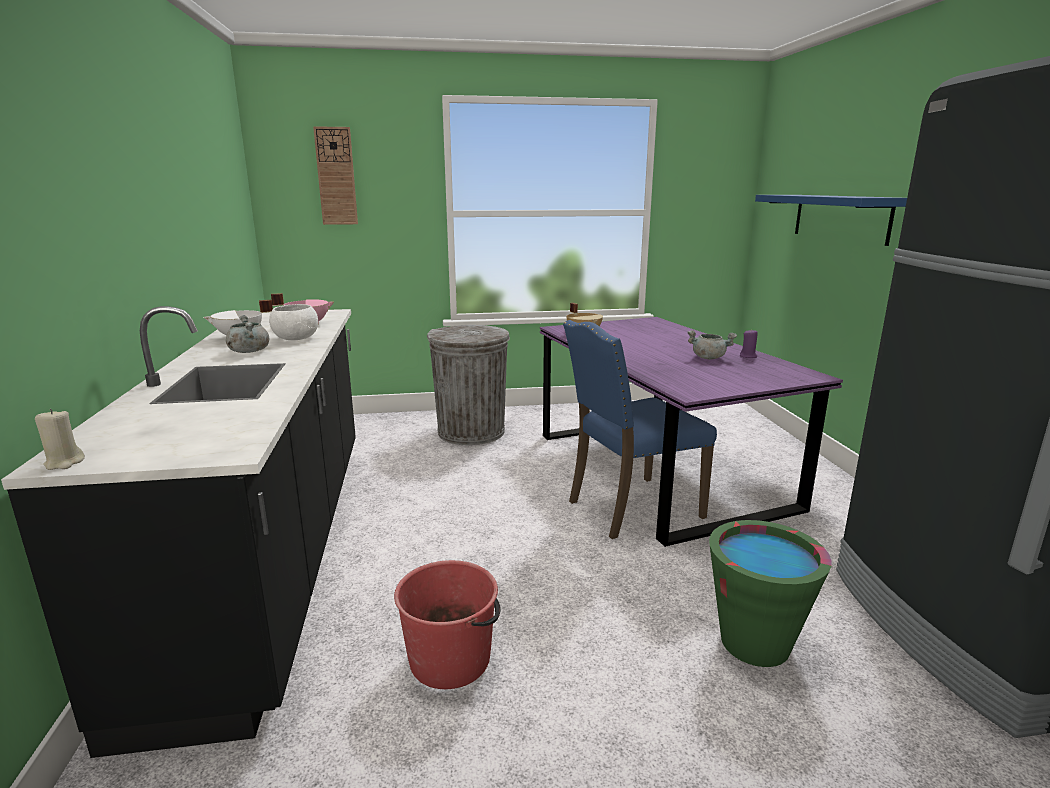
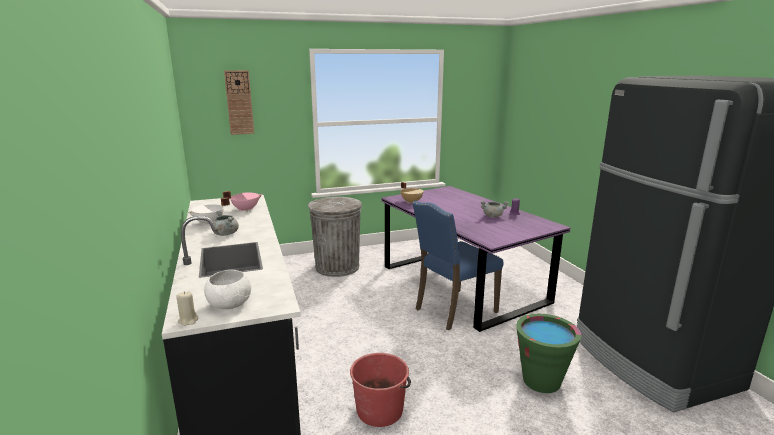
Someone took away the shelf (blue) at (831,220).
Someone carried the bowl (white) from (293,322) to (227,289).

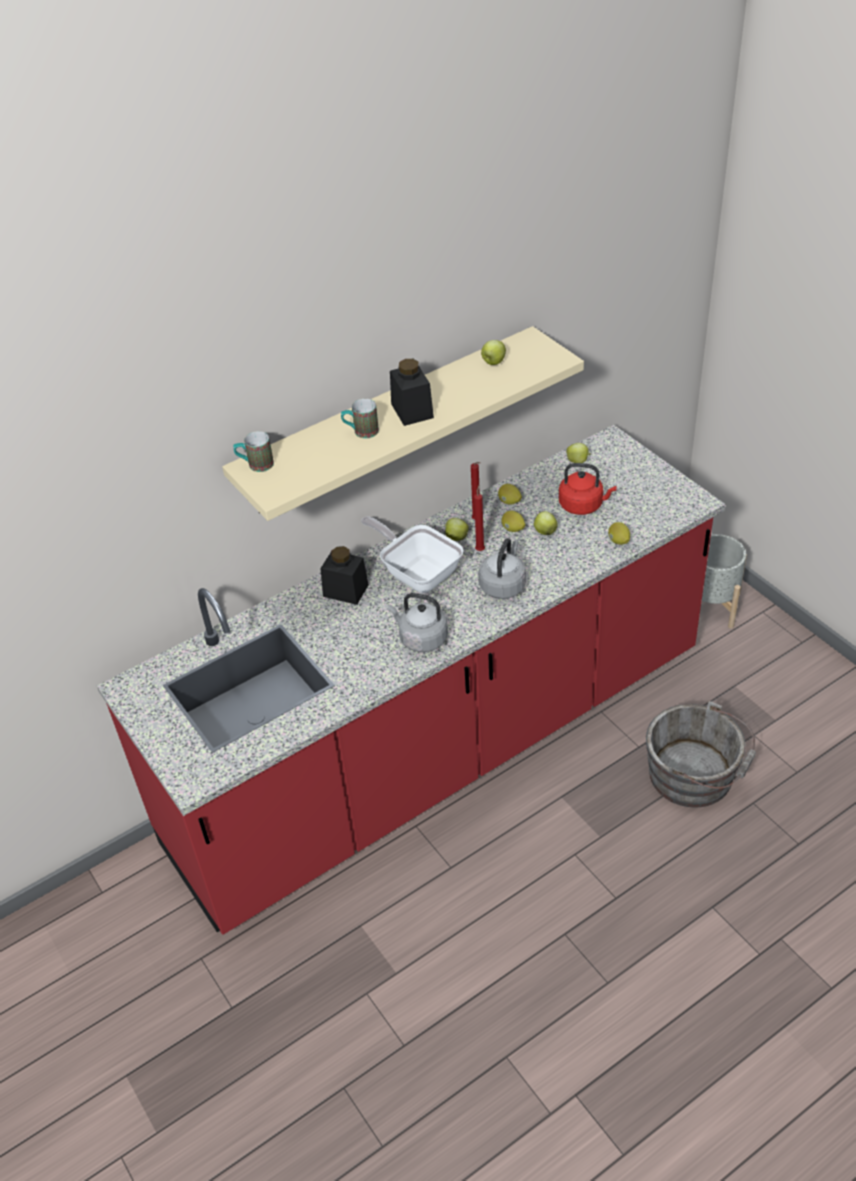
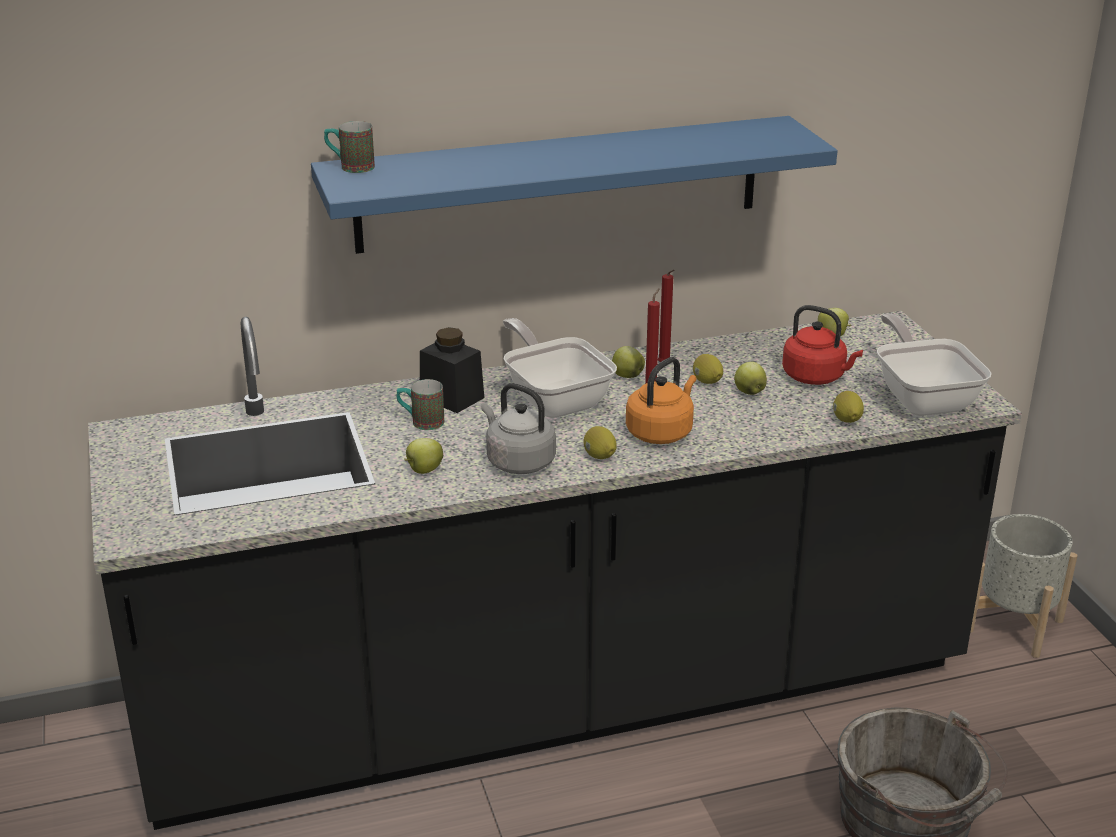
Someone repainted the shelf (beige) at (403,423), which became the shelf (blue) at (574,185).
Someone carried the apple from (493,352) to (423,456).
Someone took away the jar (black) at (412,392).
Someone carried the mug from (360,419) to (420,404).
Someone repainted the counter (red) at (411,679), which became the counter (black) at (555,570).
Someone carried the lemon from (510,494) to (600,442).
Someone repainted the kettle (grey) at (502,568), which became the kettle (orange) at (661,400).
Someone put down the frying pan at (934,364).

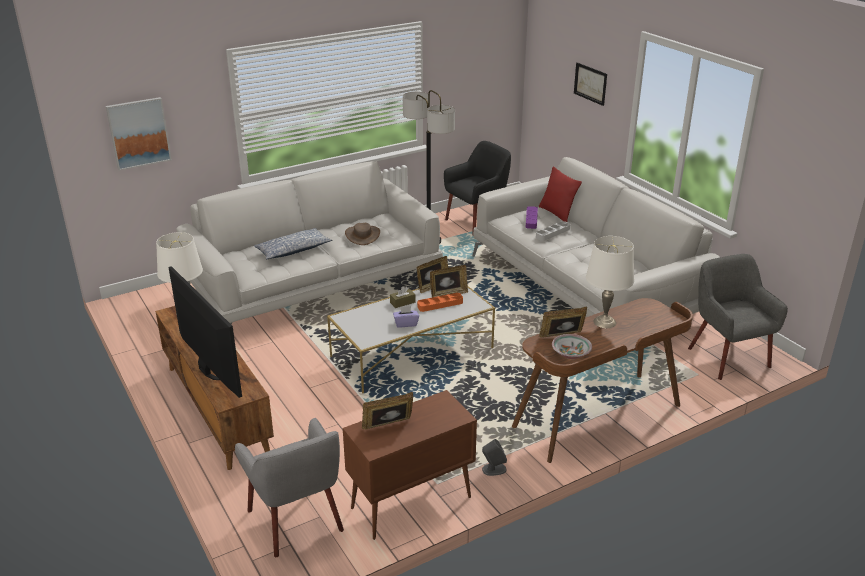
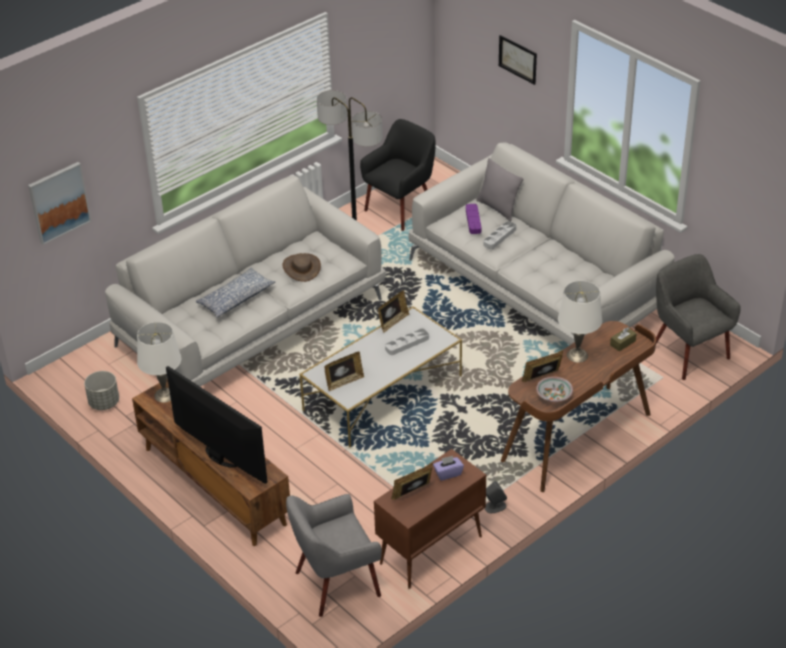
Someone repainted the pillow (red) at (560,194), which became the pillow (grey) at (500,189).
Someone carried the picture frame from (449,281) to (344,371).
Someone carried the tissue box (brown) from (402,297) to (623,339).
Someone repainted the tray (orange) at (440,302), which became the tray (grey) at (407,341).
Someone carried the tissue box (purple) from (406,317) to (448,468).
Someone rotated the armchair (grey) at (289,487) by 105 degrees clockwise.
Someone put down the planter (grey) at (101,390).

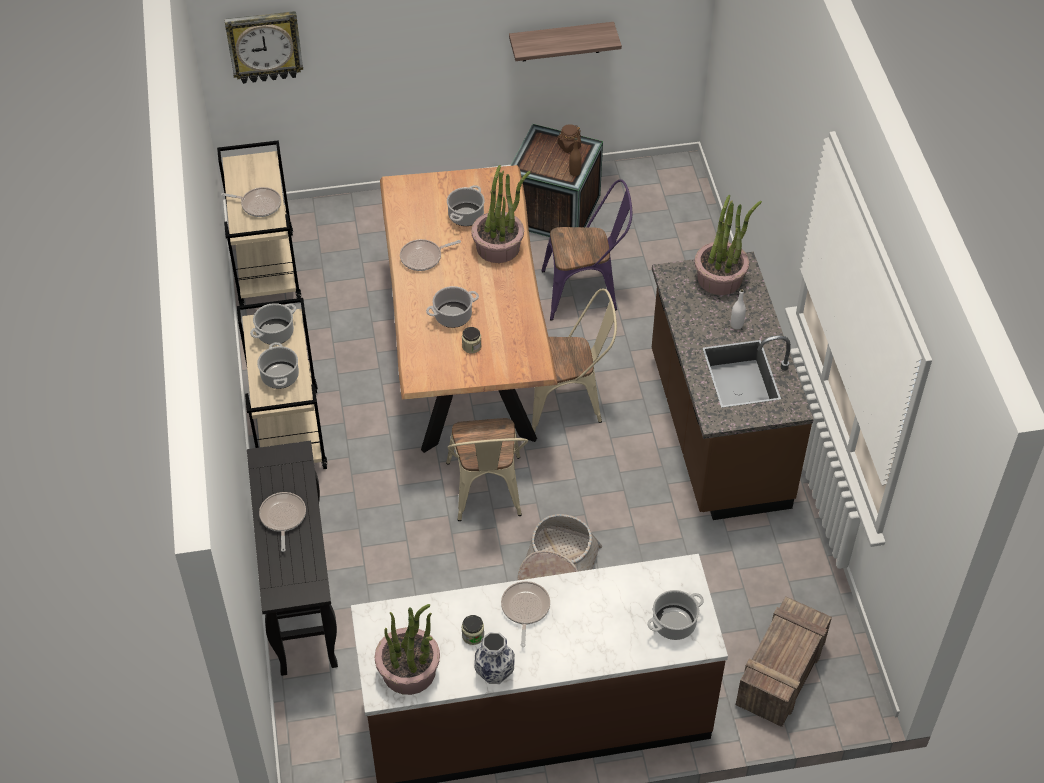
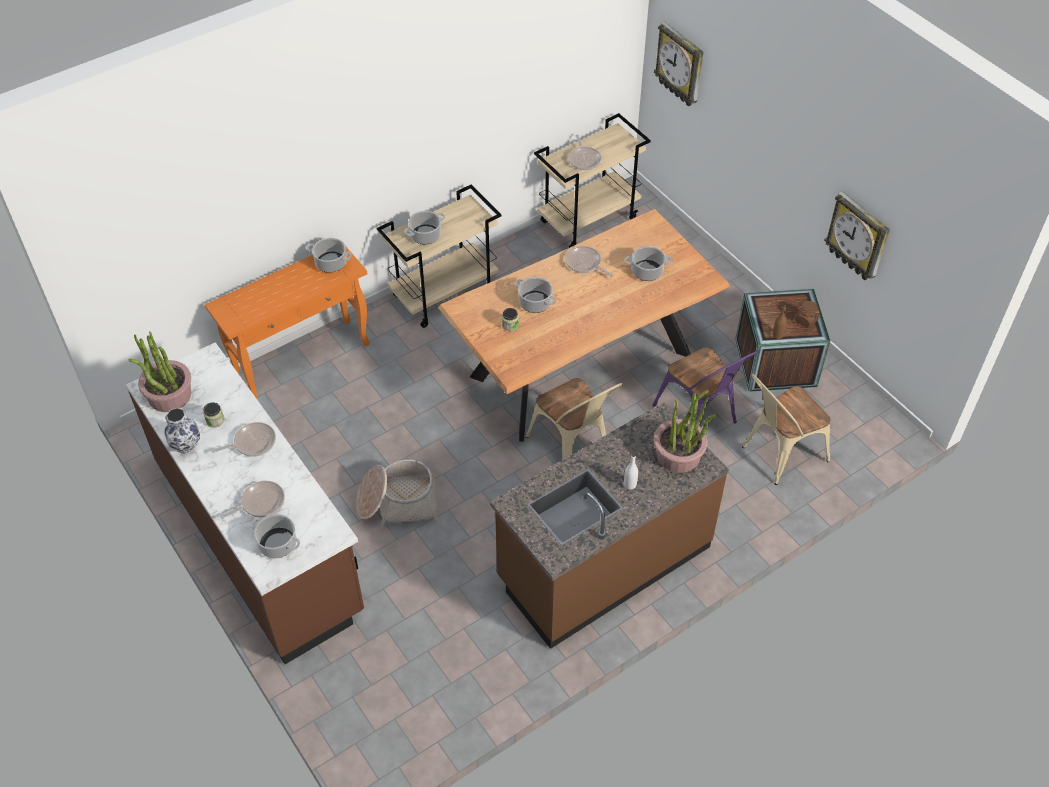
Someone swapped the shelf at (565,42) for the wall clock at (857,236).
Someone took away the potted plant at (501,214).
Someone carried the cooking pot from (273,324) to (329,255).
Someone carried the chair (beige) from (487,469) to (786,429).
Someone repainted the console table (black) at (292,558), which became the console table (orange) at (287,323).
Someone carried the frying pan from (282,522) to (252,500).
Someone took away the crate at (784,661).

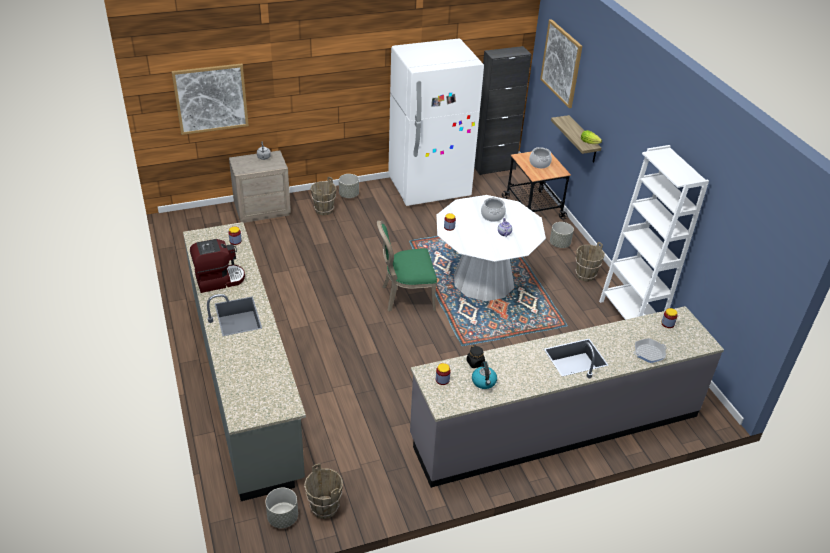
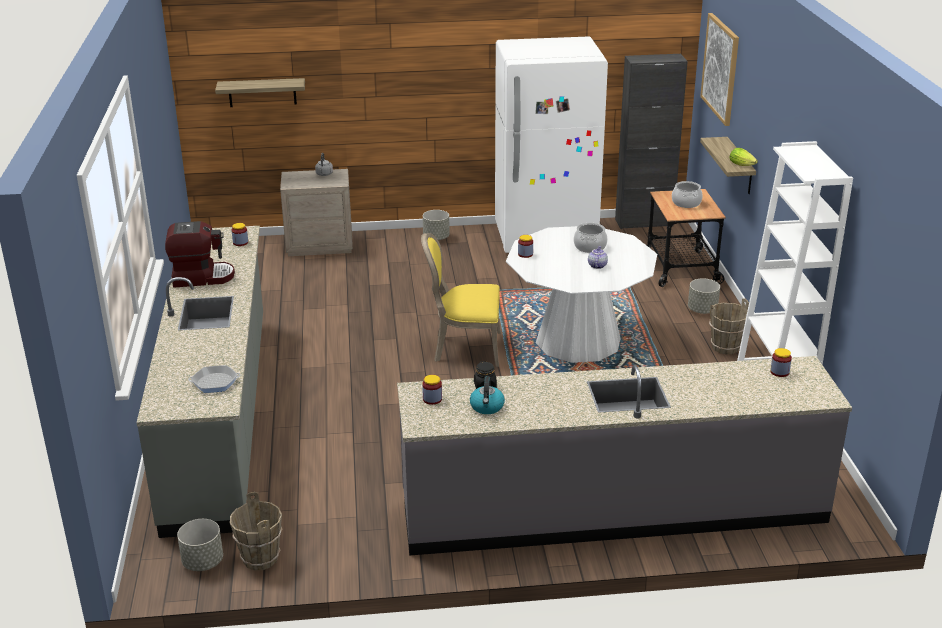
Someone swapped the picture at (210,99) for the shelf at (260,92).
Someone took away the bucket (brown) at (323,196).
Someone repainted the chair (green) at (407,265), which became the chair (yellow) at (461,300).
Someone carried the frying pan from (650,350) to (214,379).

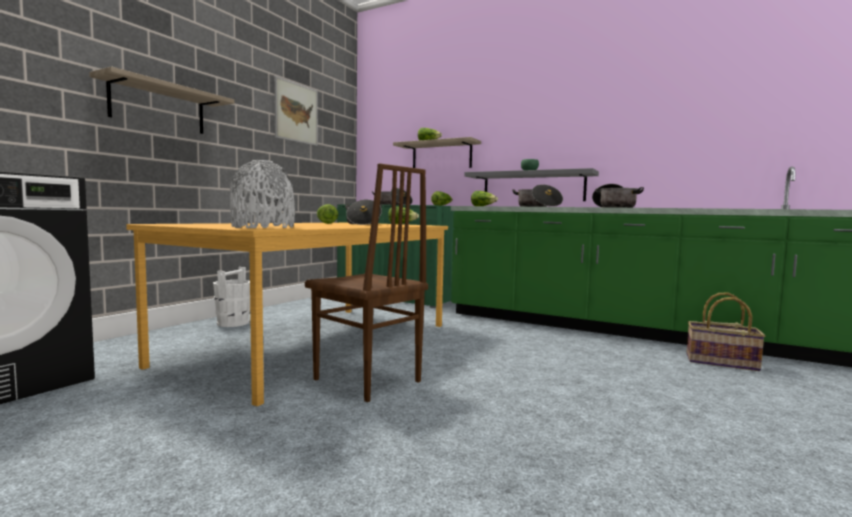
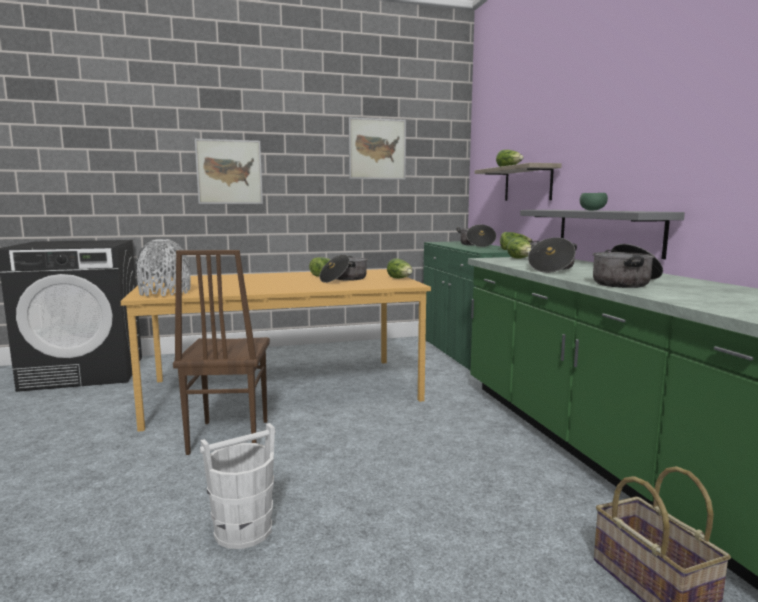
Someone swapped the shelf at (161,100) for the picture at (229,171).
Someone carried the bucket (white) from (231,297) to (237,486).

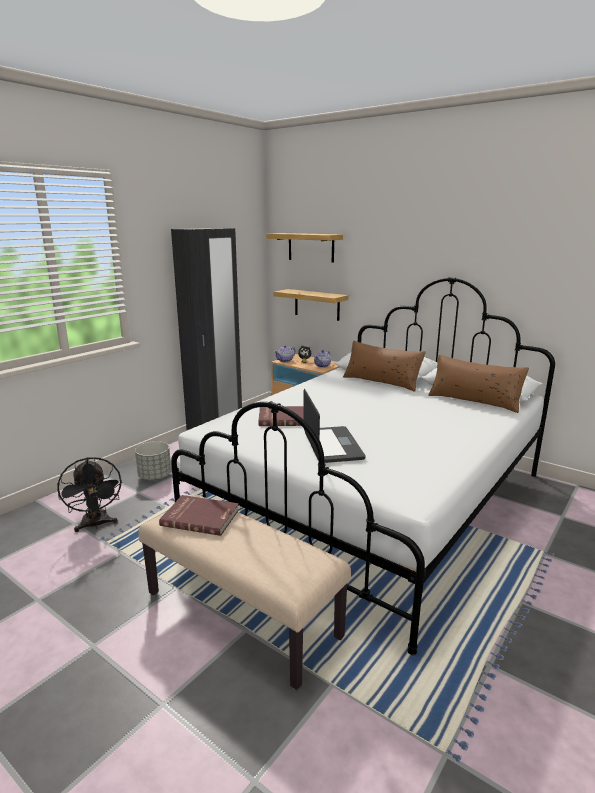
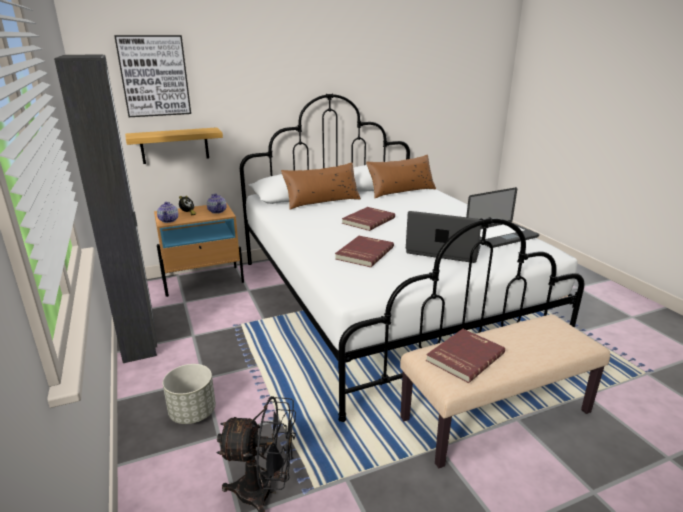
Someone swapped the shelf at (304,248) for the picture at (152,76).
Someone put down the laptop at (502,217).
Someone put down the book (red) at (368,219).

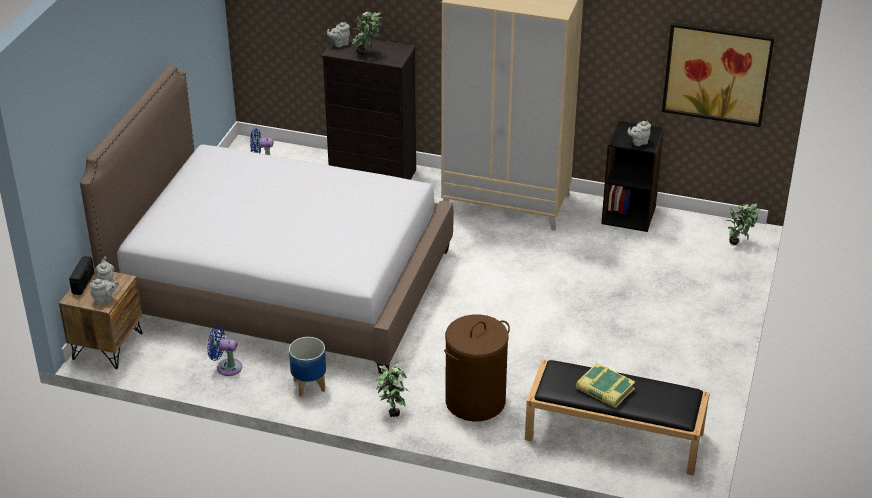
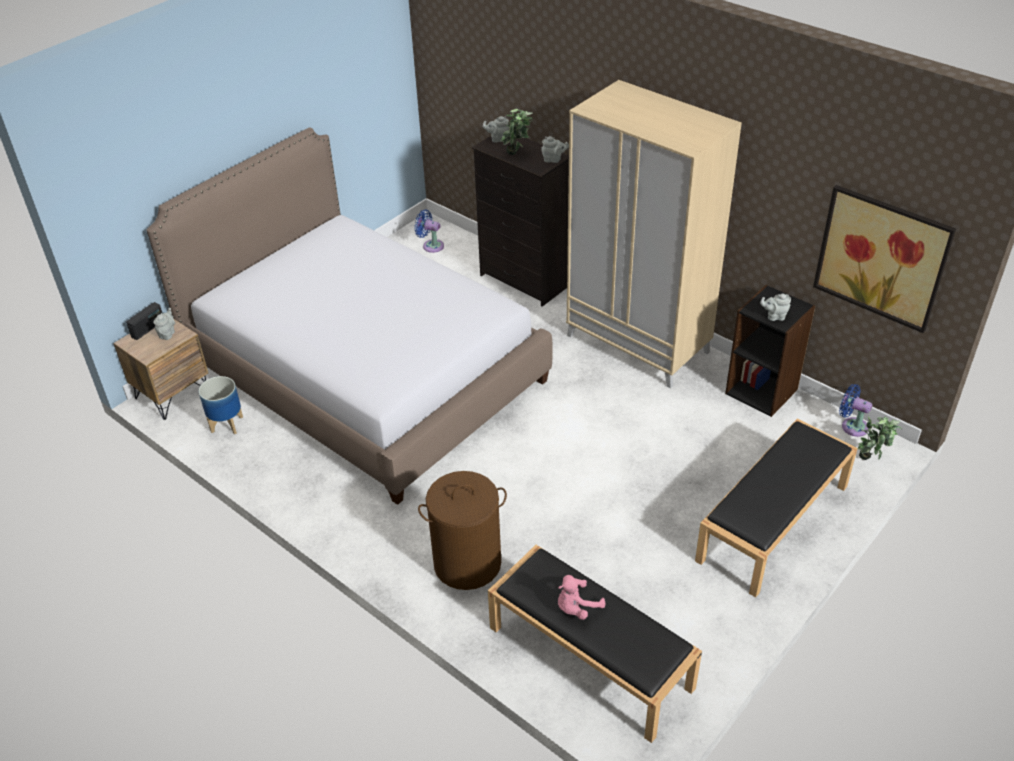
Someone carried the teapot (grey) from (104,292) to (555,149).
Someone carried the fan (blue) from (224,351) to (855,410).
Someone carried the planter from (307,367) to (221,405).
Someone took away the potted plant at (391,388).
Someone swapped the book at (605,385) for the plush toy (pink) at (582,597).
Someone put down the bench (black) at (776,508).

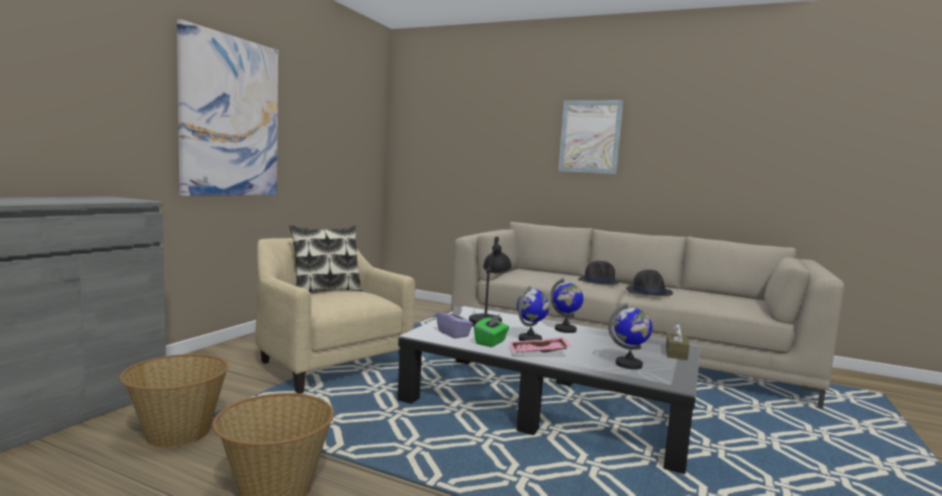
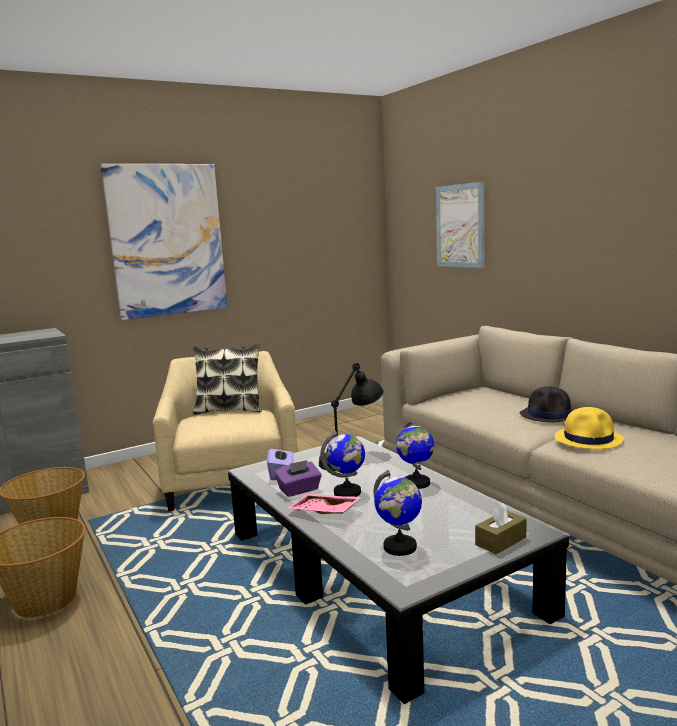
Someone carried the picture from (590,137) to (460,225).
Someone repainted the hat (black) at (649,283), which became the hat (yellow) at (589,428).
Someone repainted the tissue box (green) at (491,330), which became the tissue box (purple) at (298,478).

